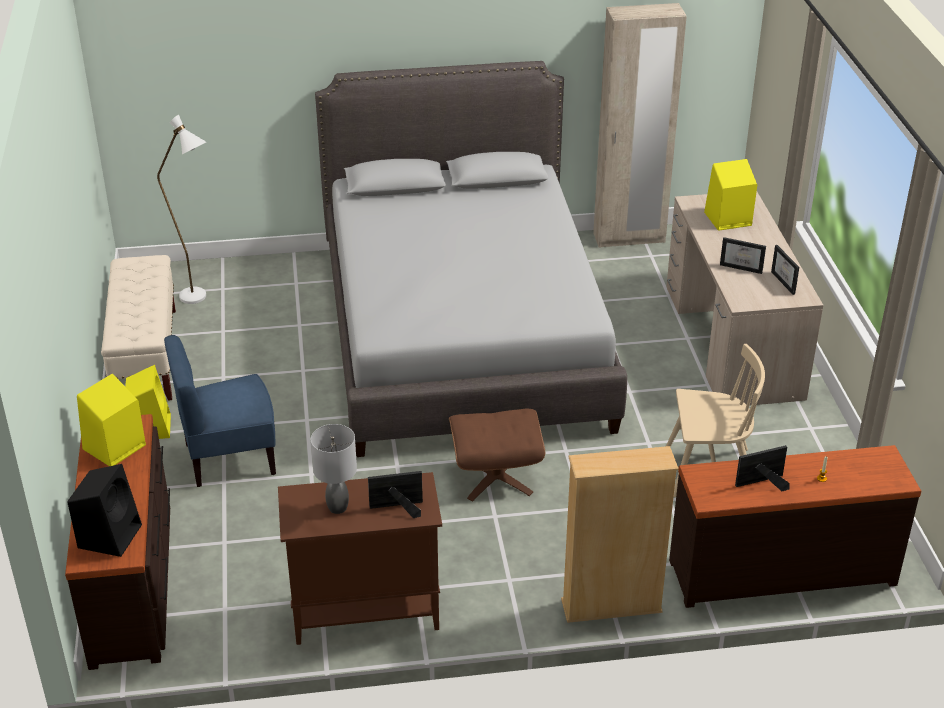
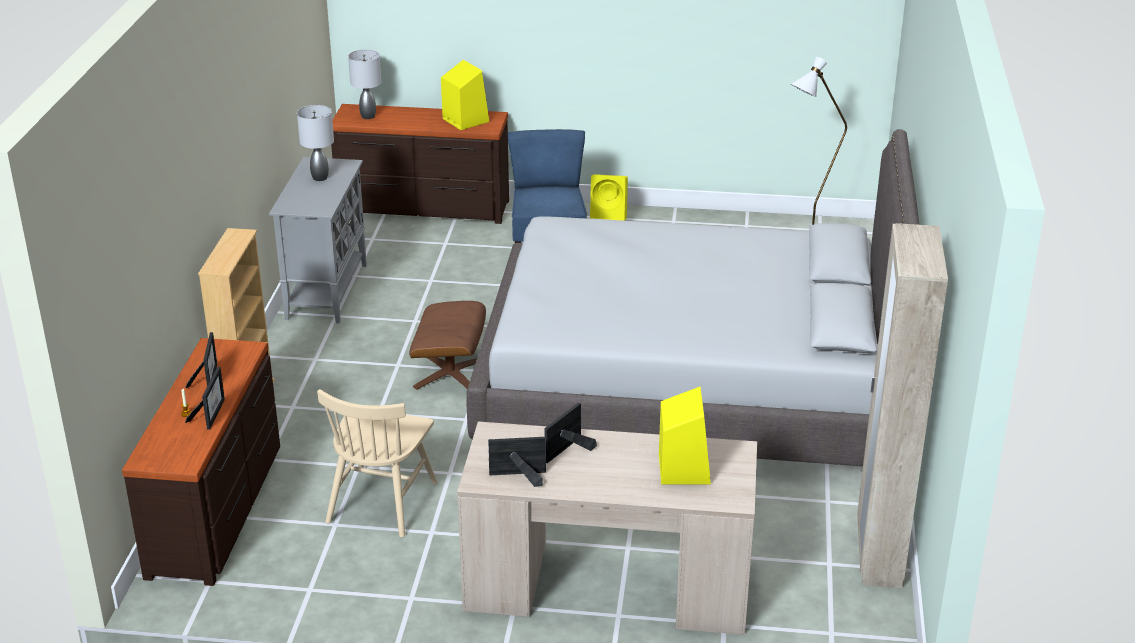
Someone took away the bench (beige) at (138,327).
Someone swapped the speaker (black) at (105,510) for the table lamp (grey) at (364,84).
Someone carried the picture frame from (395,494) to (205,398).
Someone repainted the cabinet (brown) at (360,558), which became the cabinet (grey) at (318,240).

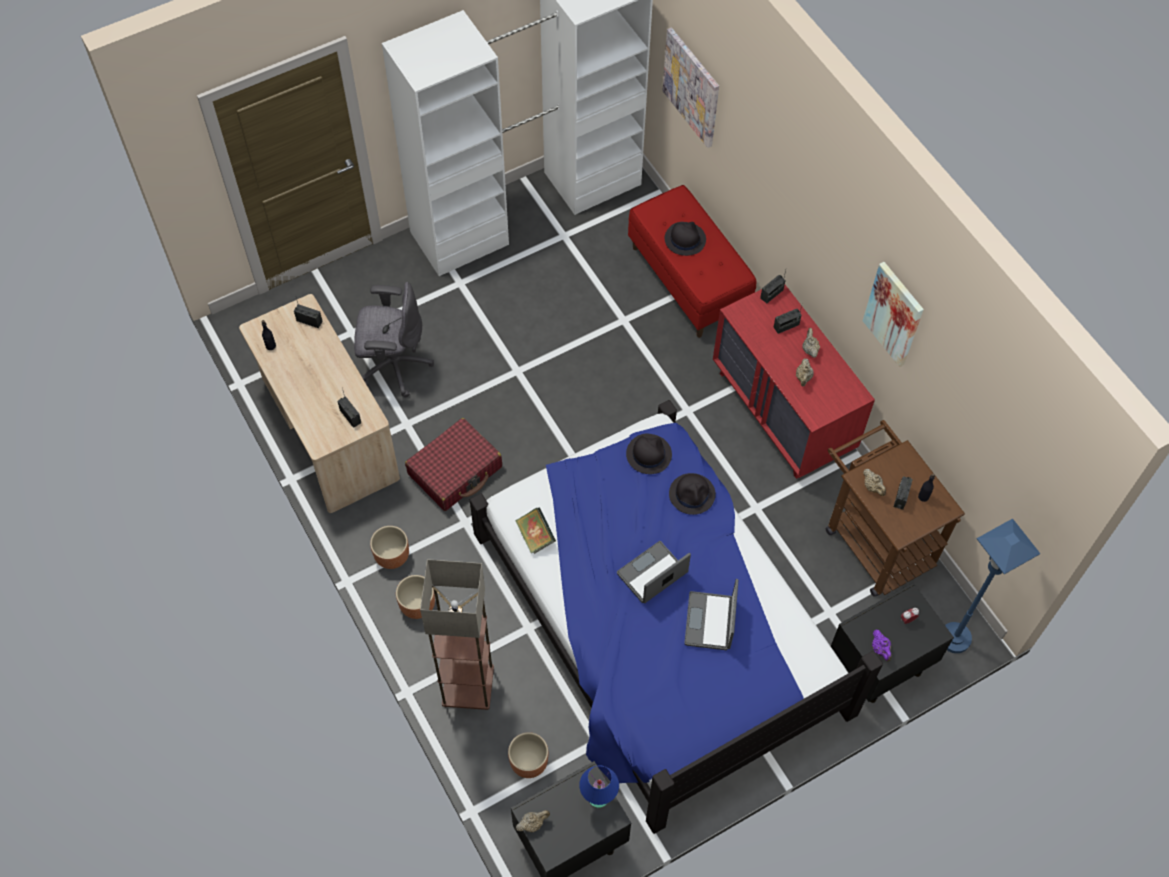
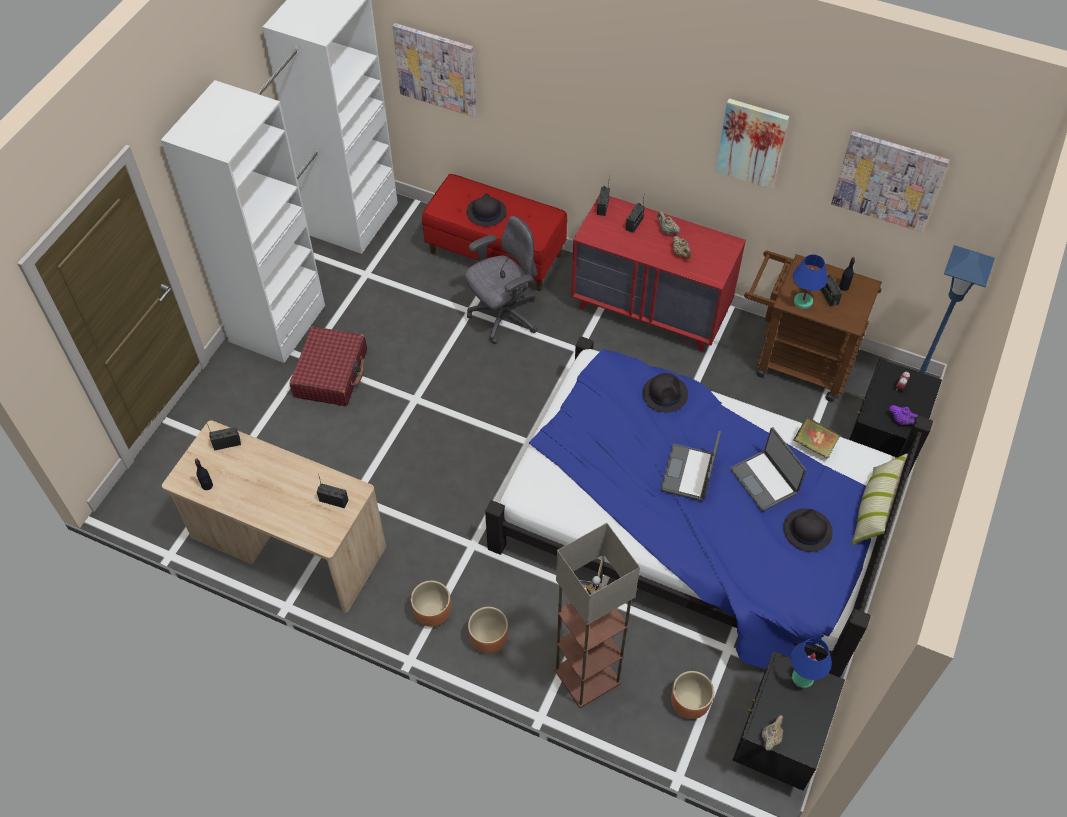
Someone carried the office chair (grey) from (394,339) to (501,280).
Someone carried the suitcase (red) from (453,464) to (328,366).
Someone carried the hat (black) from (649,454) to (808,530).
Someone swapped the teapot (beige) at (874,482) for the table lamp (blue) at (810,281).
Someone carried the book from (535,531) to (817,437).
Someone put up the picture at (890,181).
Someone put down the pillow at (879,499).

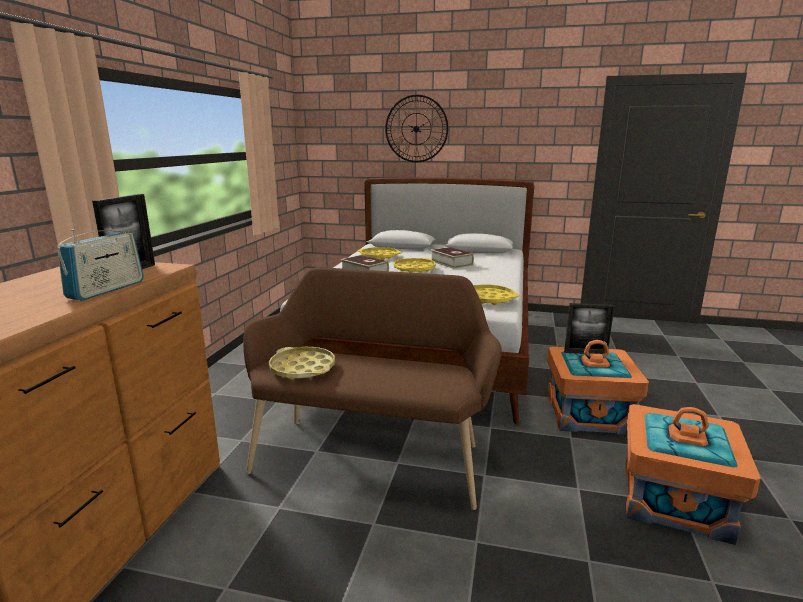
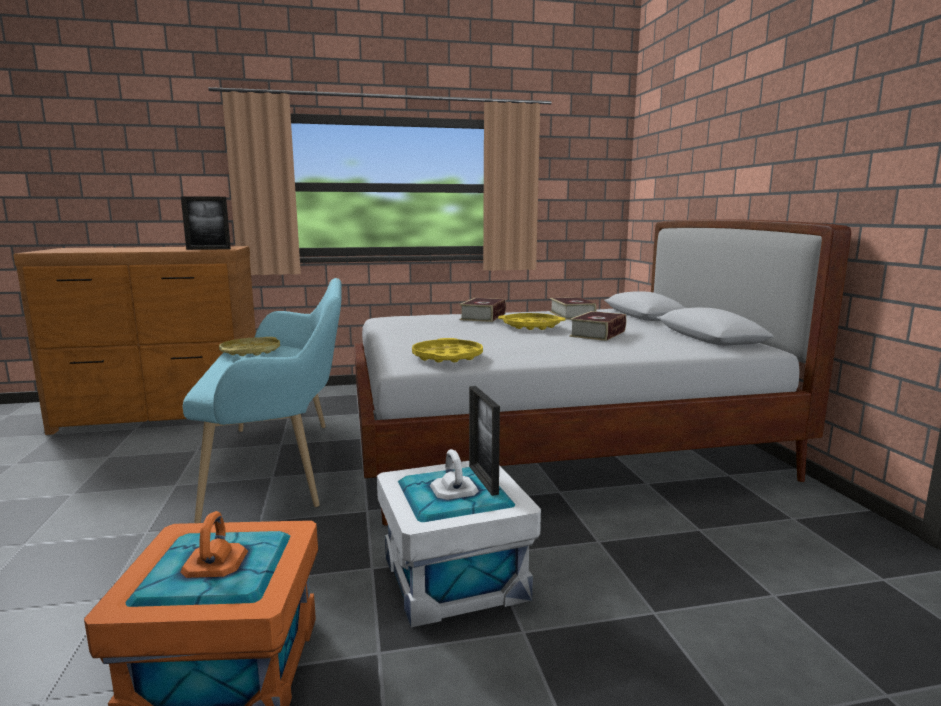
Someone took away the wall clock at (416,128).
Someone took away the radio at (100,265).
Someone swapped the tray (yellow) at (379,253) for the book at (573,308).
Someone repainted the bench (brown) at (372,388), which became the bench (turquoise) at (262,400).
Someone repainted the storage box (orange) at (598,387), which became the storage box (white) at (459,538).

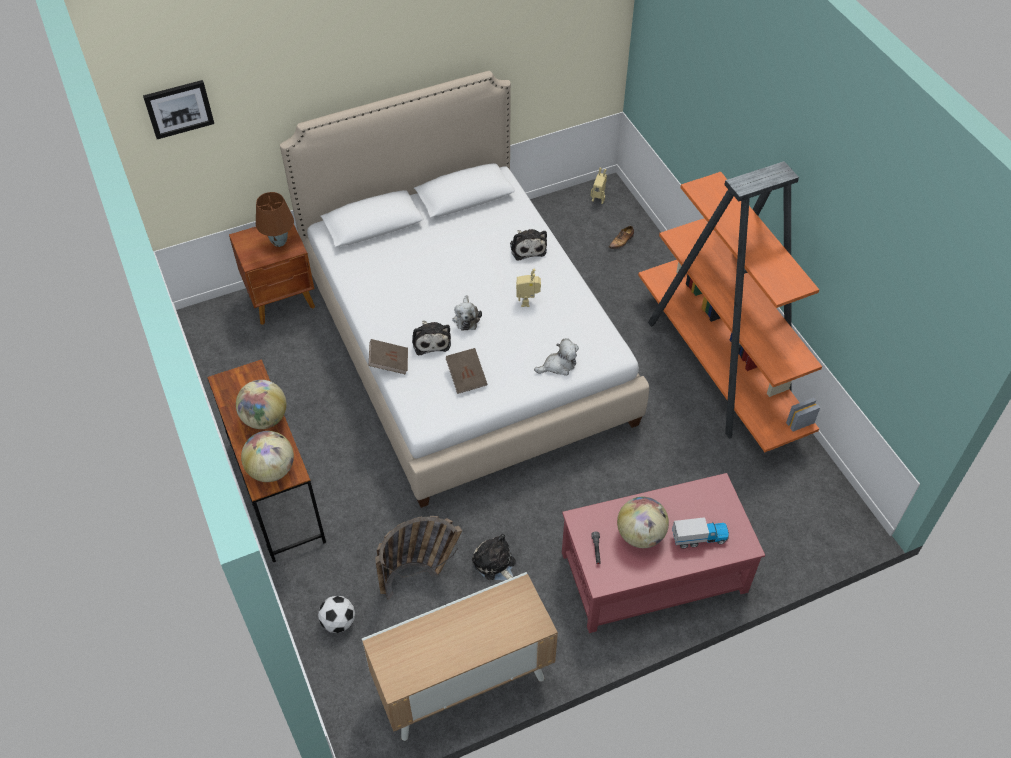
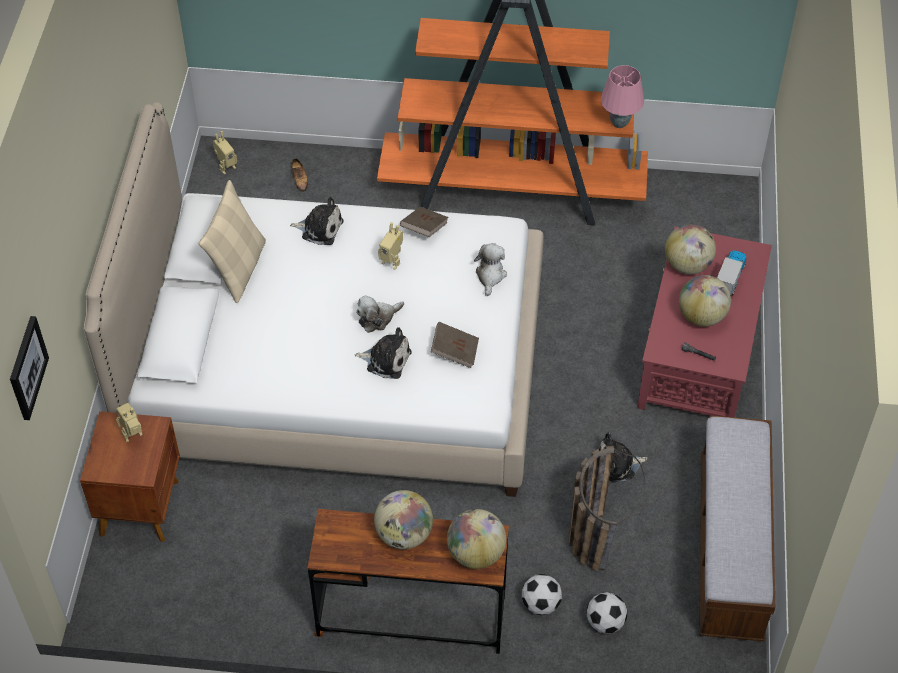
Someone swapped the table lamp (brown) at (275,219) for the toy robot at (129,422).
Someone rotated the plush toy at (467,313) by 120 degrees clockwise.
Someone carried the book (brown) from (388,357) to (424,222).
Someone swapped the cabinet at (460,656) for the bench at (737,528).
Someone put down the table lamp (pink) at (622,96).
Someone put down the pillow (beige) at (232,241).
Someone put down the globe at (690,249).
Someone put down the football at (542,594).

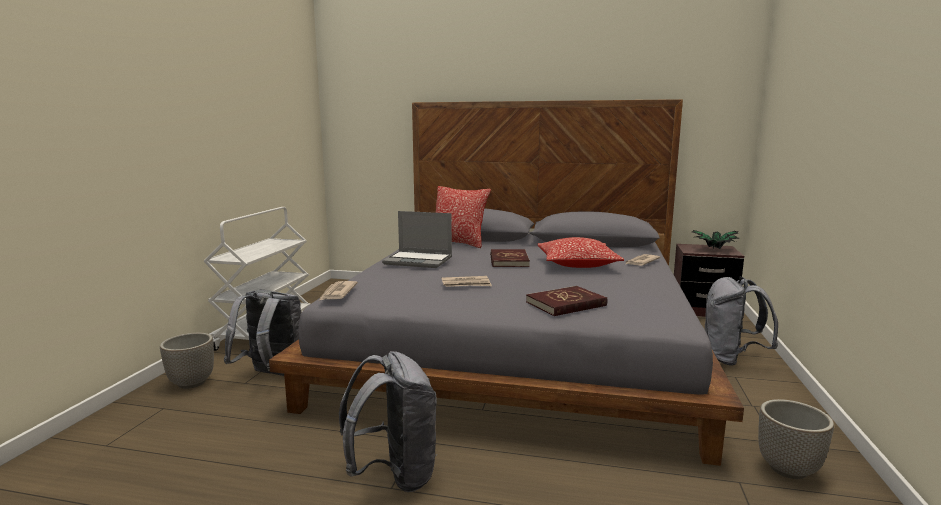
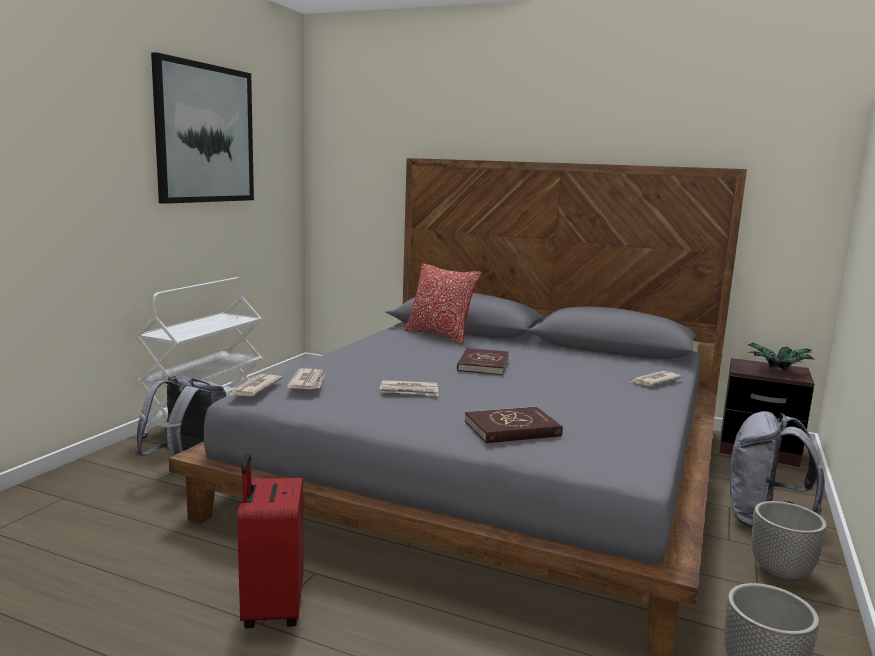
Someone took away the laptop at (417,239).
Someone took away the pillow at (581,252).
Someone carried the planter from (187,361) to (789,541).
Someone swapped the backpack (grey) at (388,421) for the suitcase (red) at (270,541).
Someone put up the picture at (202,128).
Someone put down the newspaper at (306,378).

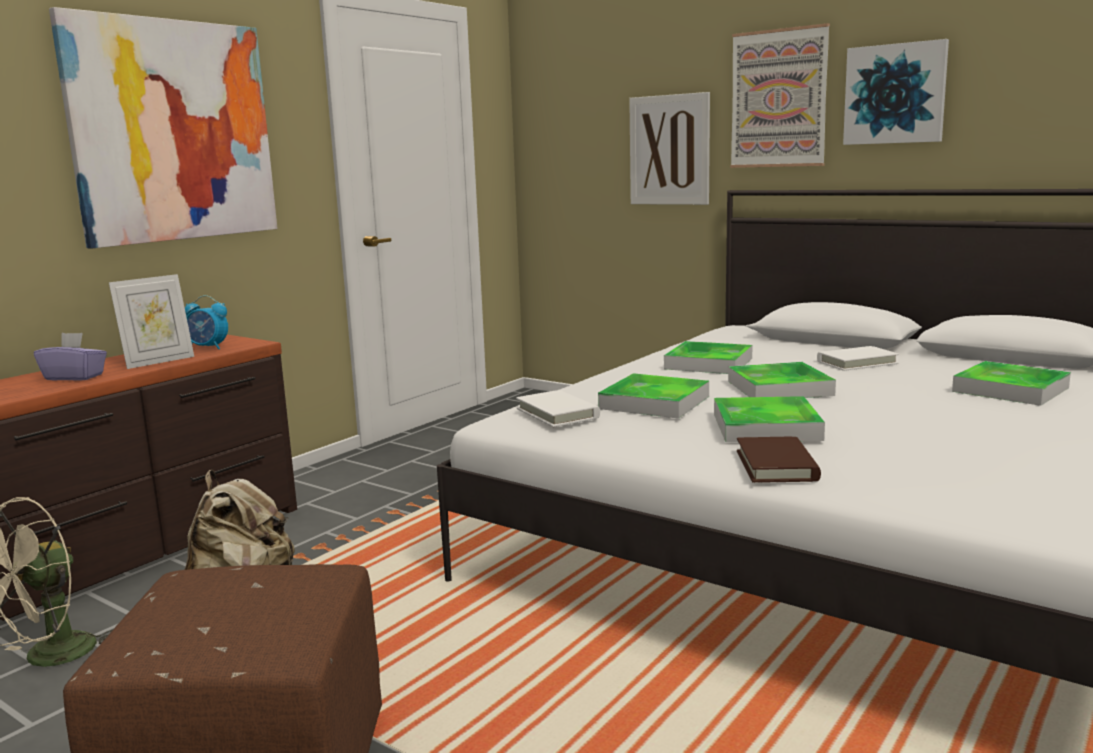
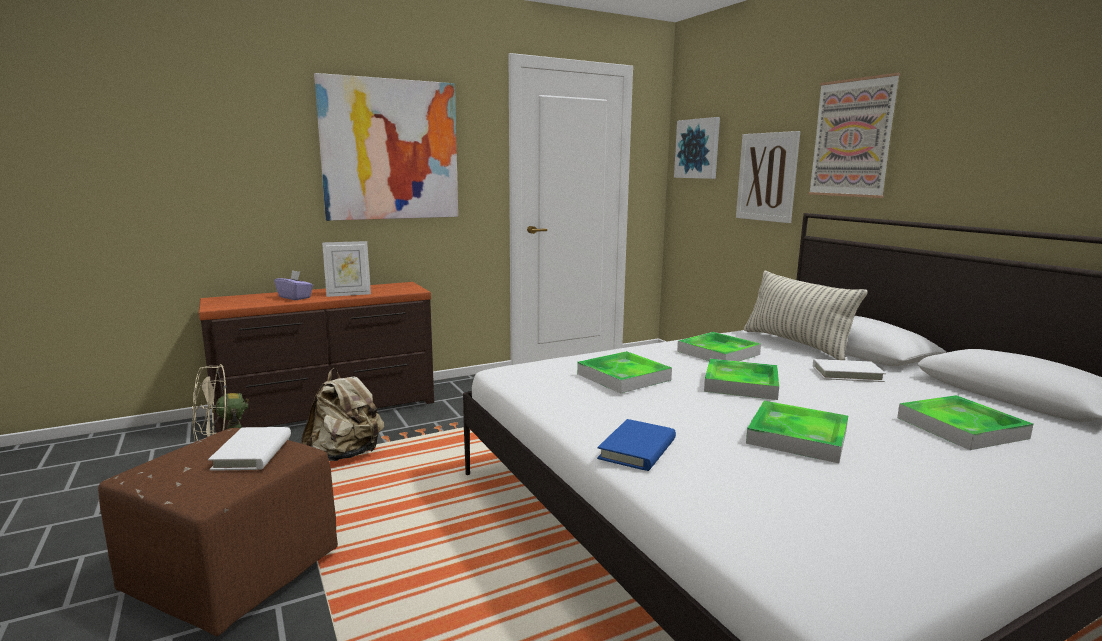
Someone carried the picture from (896,92) to (697,148).
Someone took away the alarm clock at (206,322).
Someone carried the book (white) from (558,408) to (249,449).
Someone carried the tray from (769,419) to (797,432).
Someone repainted the book (brown) at (779,460), which became the book (blue) at (636,445).
Someone put down the pillow at (806,315).

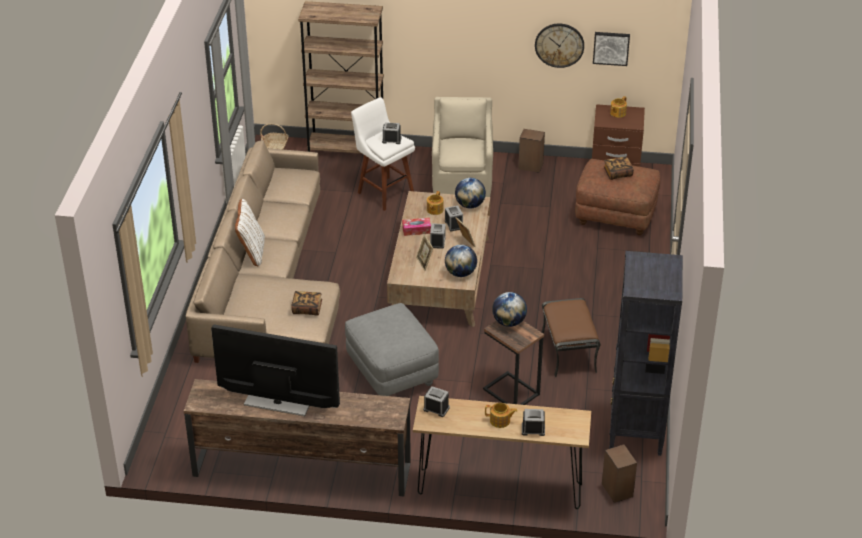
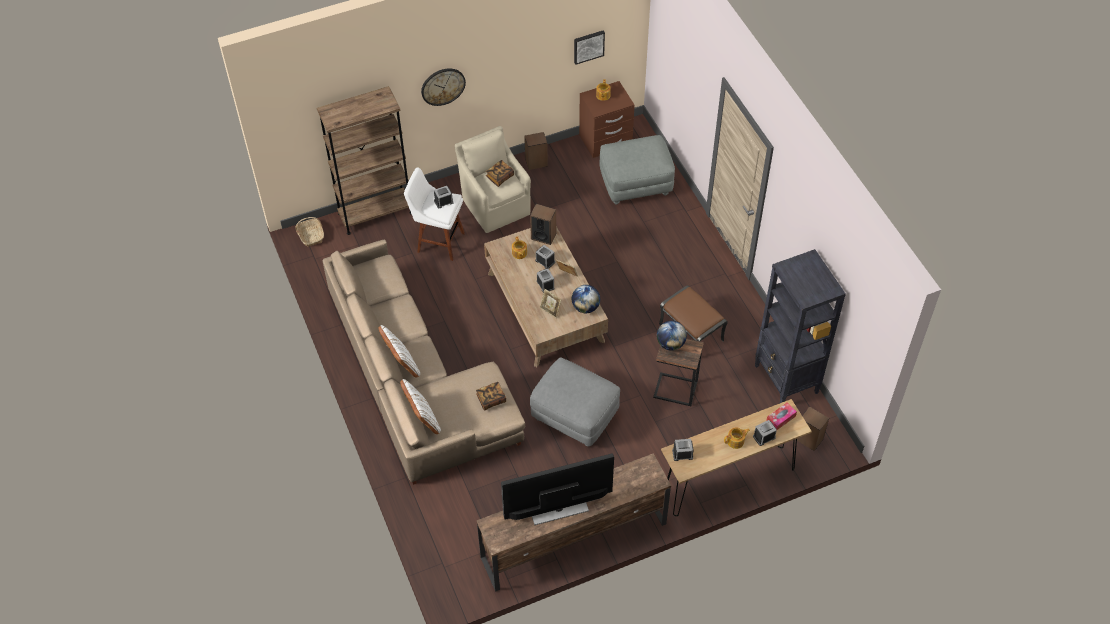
Someone carried the wall clock from (559,46) to (443,87).
Someone carried the book from (619,168) to (500,173).
Someone repainted the ottoman (brown) at (617,197), which became the ottoman (grey) at (637,169).
Someone swapped the globe at (470,193) for the speaker at (543,224).
Someone carried the tissue box from (416,227) to (781,416).
Someone put down the pillow (white) at (420,406).

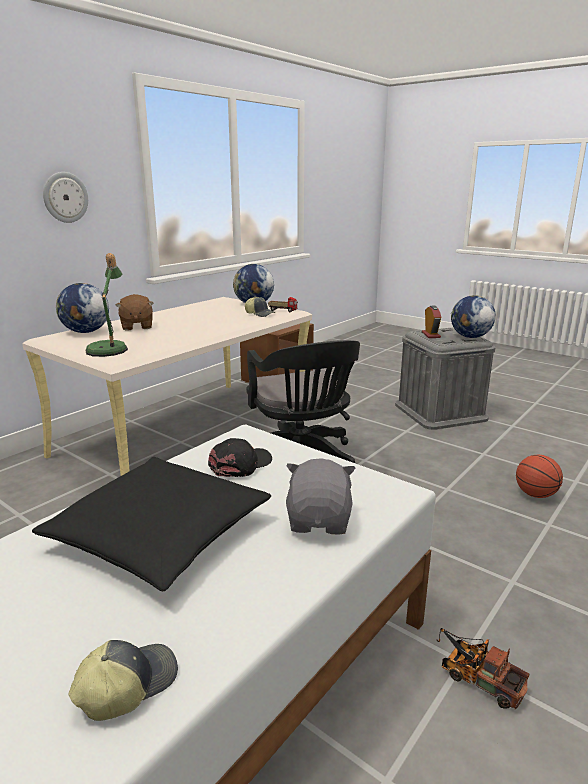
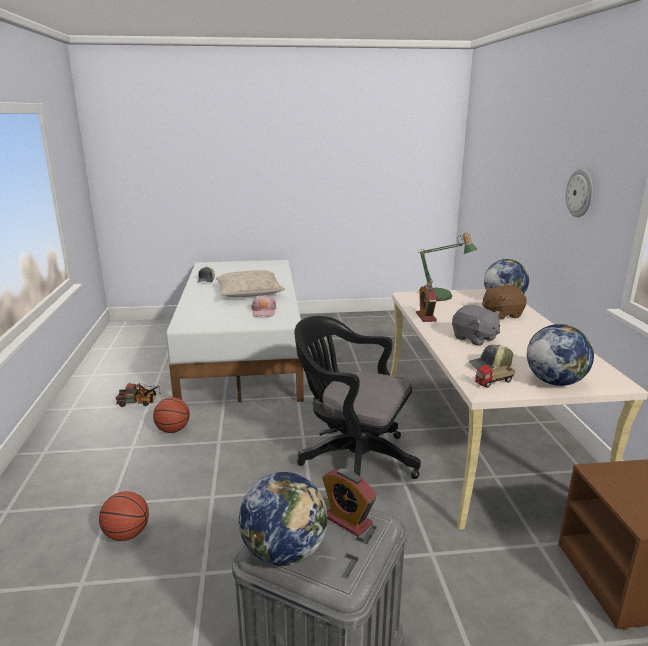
Someone rotated the plush toy (brown) at (135,312) by 45 degrees counterclockwise.
Someone repainted the cap (black) at (240,457), which became the cap (pink) at (263,306).
Someone repainted the pillow (black) at (151,524), which became the pillow (beige) at (250,283).
Someone carried the plush toy (grey) from (321,496) to (476,325).
Someone put down the alarm clock at (426,303).
Someone put down the basketball at (171,415).

